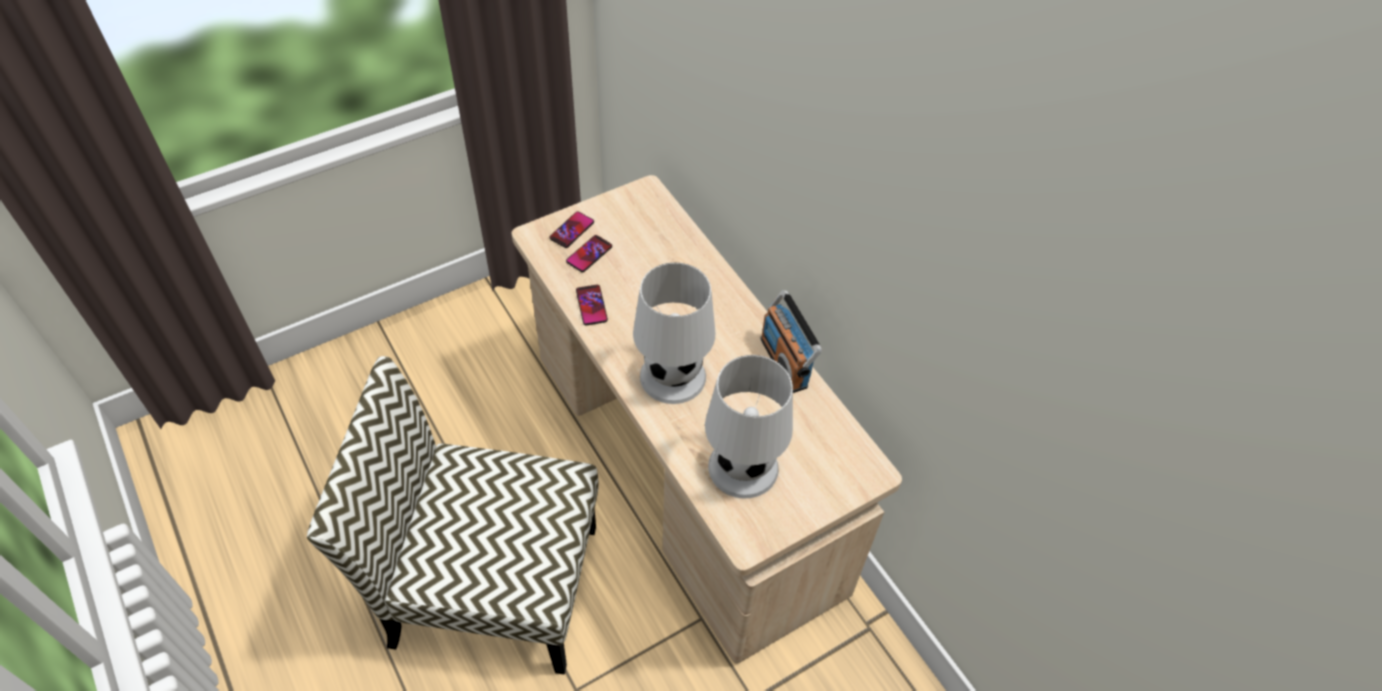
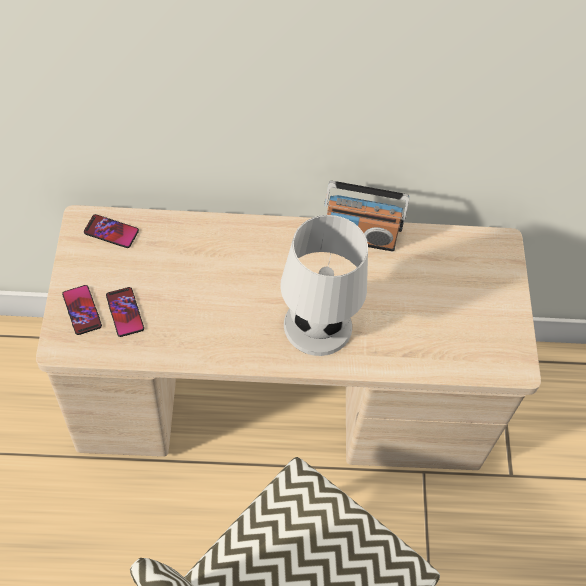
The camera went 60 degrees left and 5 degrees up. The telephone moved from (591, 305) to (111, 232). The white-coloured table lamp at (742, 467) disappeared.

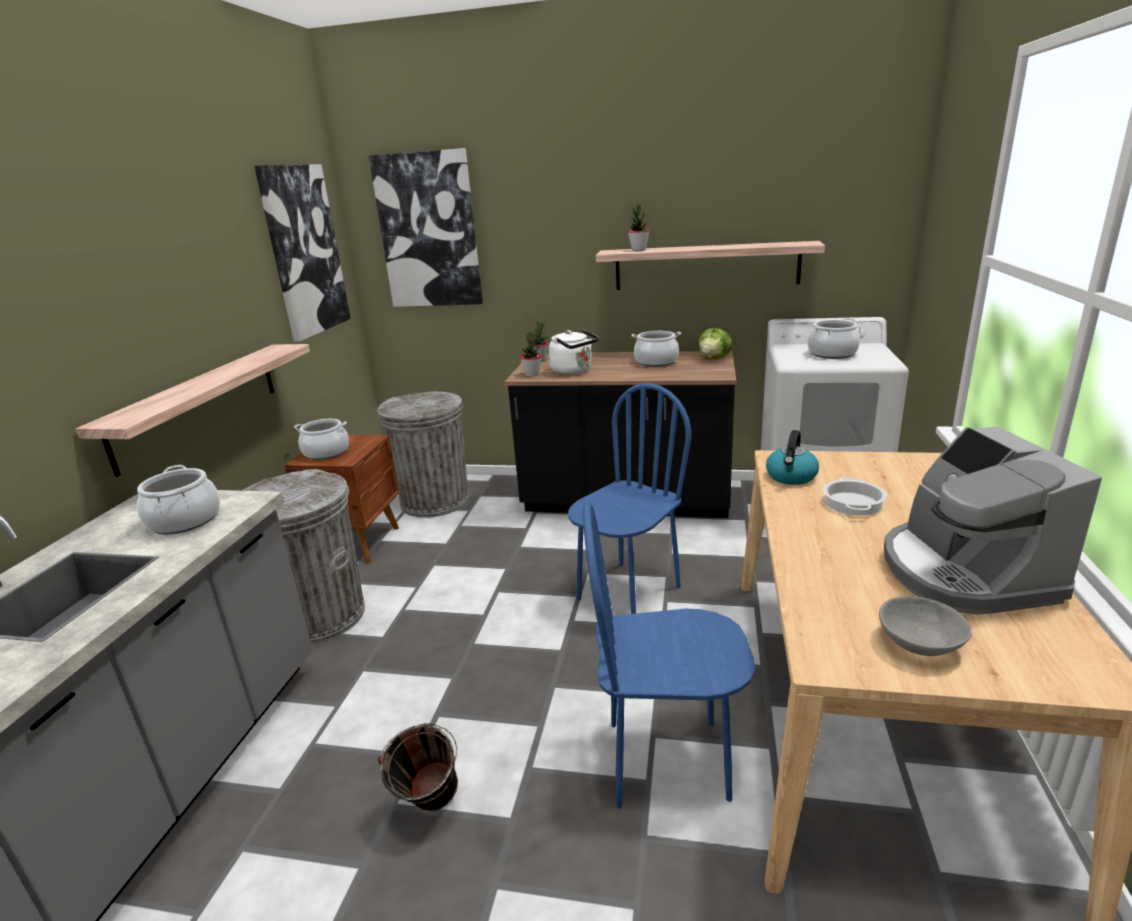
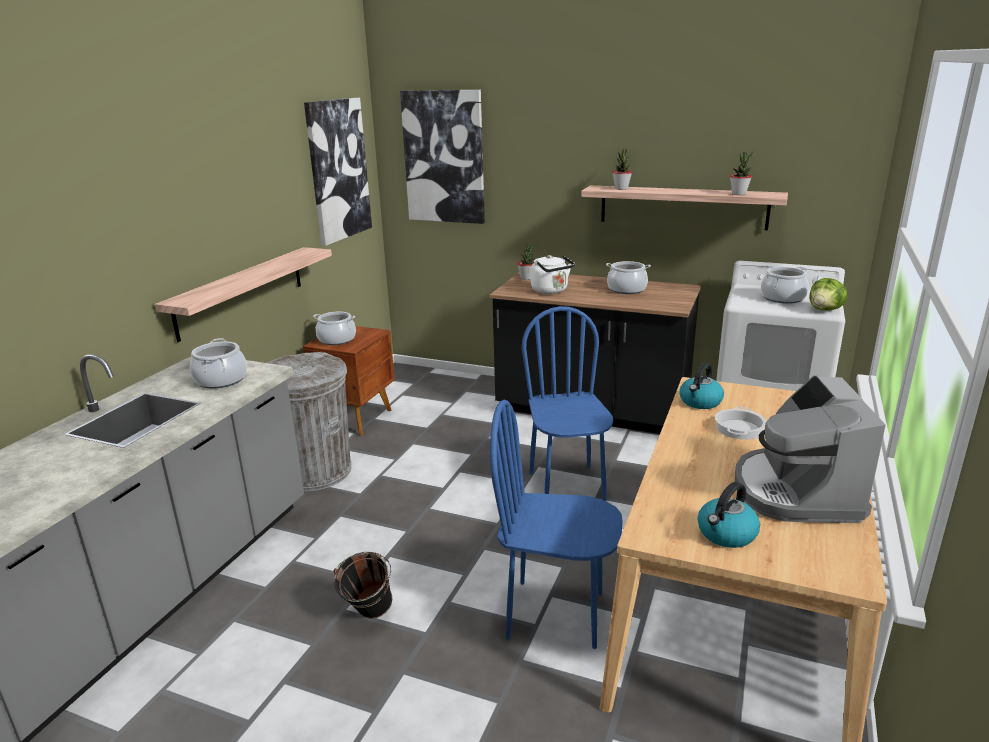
The camera went 10 degrees right and 0 degrees up. The lettuce head moved from (714, 359) to (825, 310). The potted plant moved from (532, 374) to (739, 194). The blue-coloured plain chair at (628, 592) turned 60 degrees counterclockwise. The grey waste bin at (435, 501) disappeared. The grey deep dish at (920, 644) was replaced by the kettle at (726, 534).

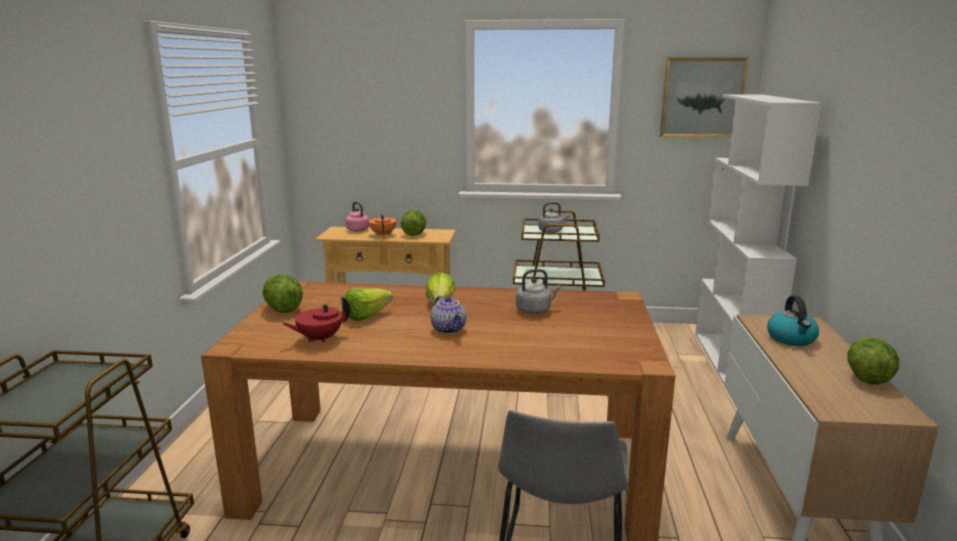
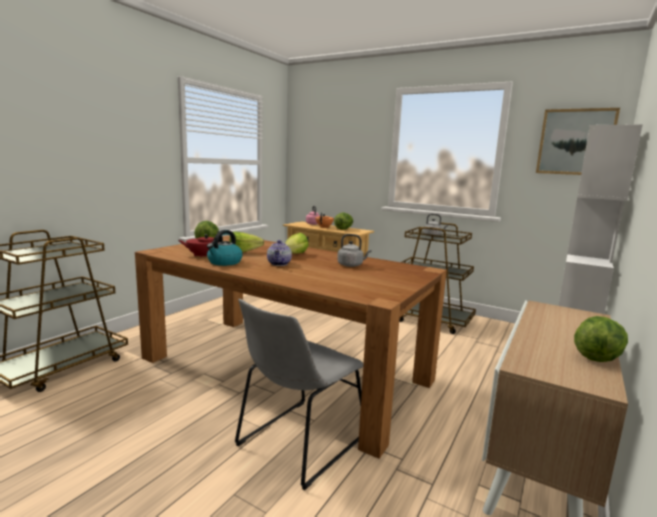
The camera went 25 degrees right and 5 degrees down. The kettle moved from (791, 339) to (224, 262).

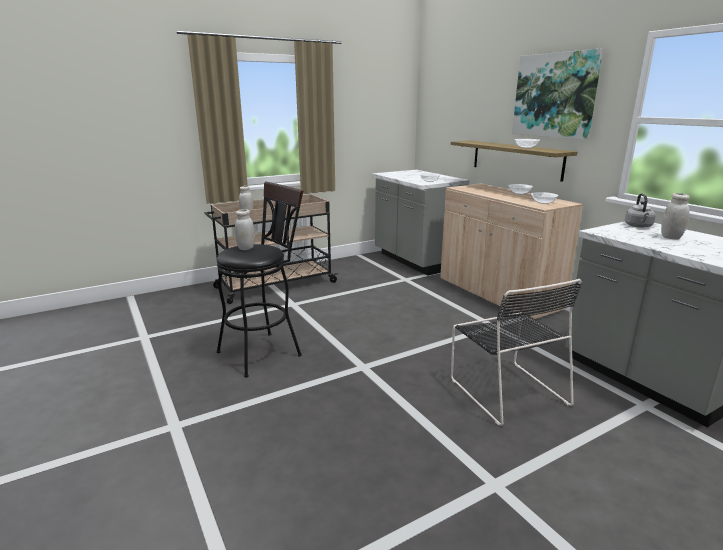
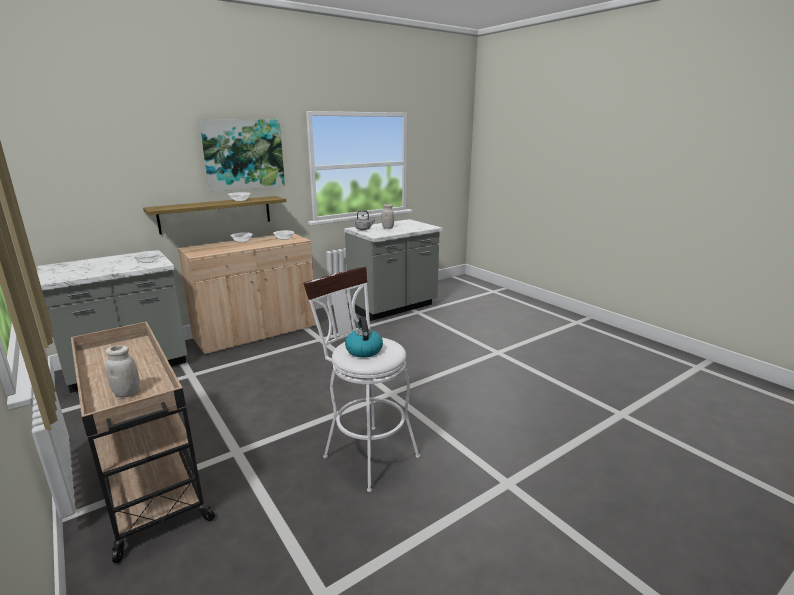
The camera went 95 degrees left and 0 degrees up. The black-coloured stool at (265, 351) became the white-coloured stool at (365, 453). The white-coloured storage jar at (246, 248) was replaced by the kettle at (363, 350). The black-coloured plain chair at (506, 390) disappeared.

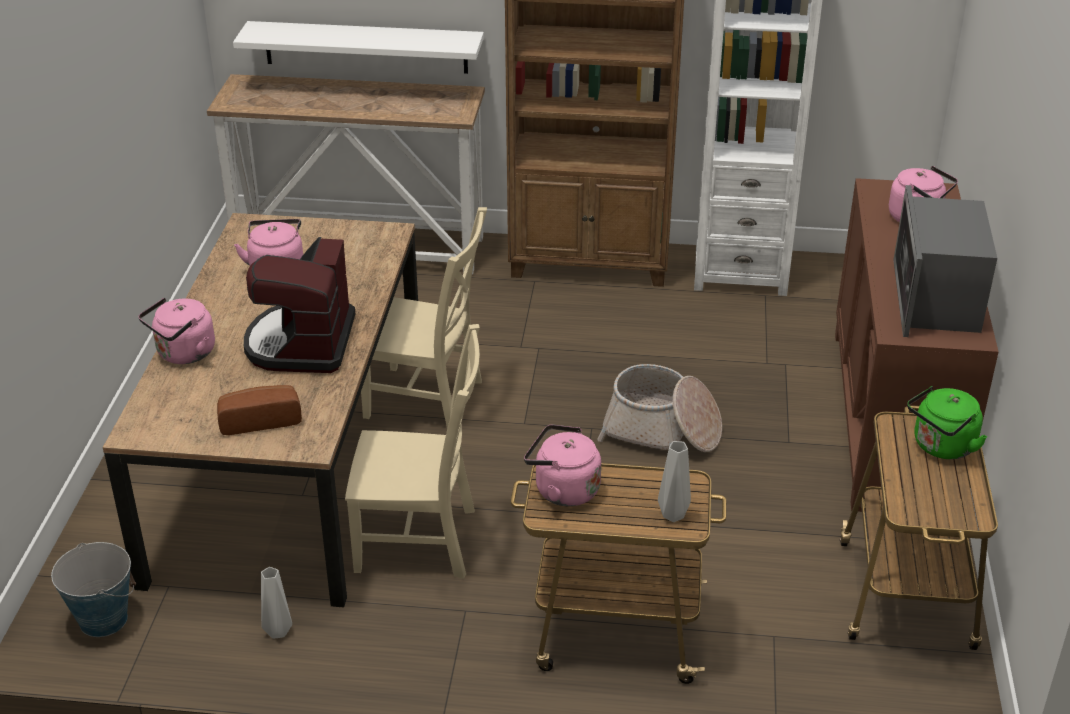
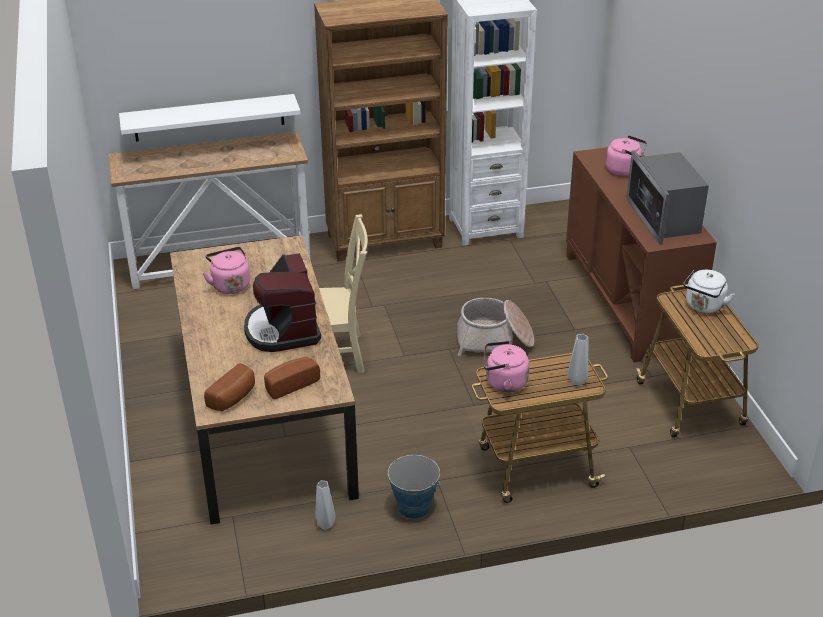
The camera went 20 degrees left and 0 degrees up. The pink-coloured kettle at (183, 354) disappeared. The sand-coloured plain chair at (422, 541) disappeared. The green kettle at (941, 447) became the white-coloured kettle at (704, 306). The bucket moved from (103, 619) to (413, 507). The bakery bread at (234, 398) appeared.

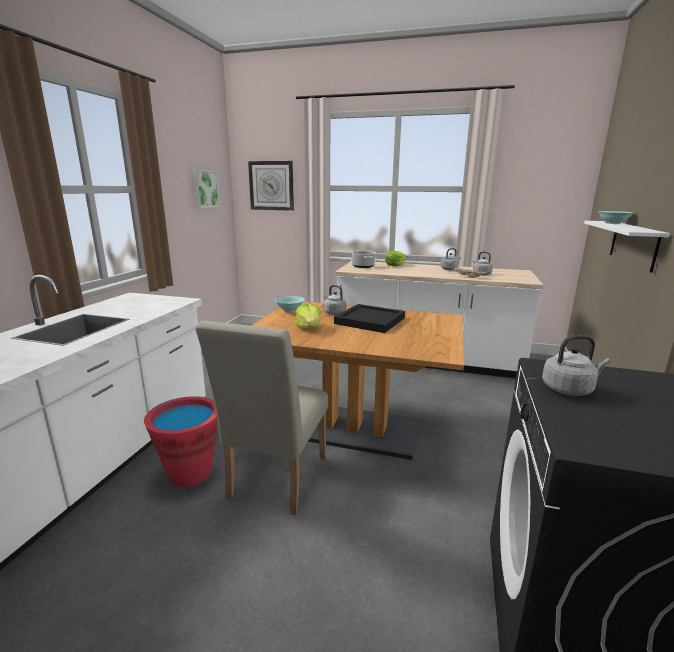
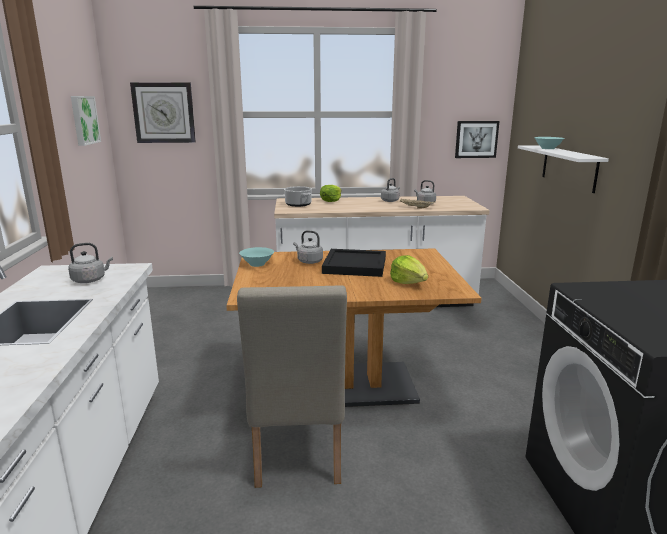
The camera went 20 degrees left and 0 degrees up. The lettuce head moved from (309, 328) to (408, 282). The grey kettle moved from (569, 389) to (90, 280). The reddish bucket at (190, 473) disappeared. The wall picture at (476, 139) appeared.

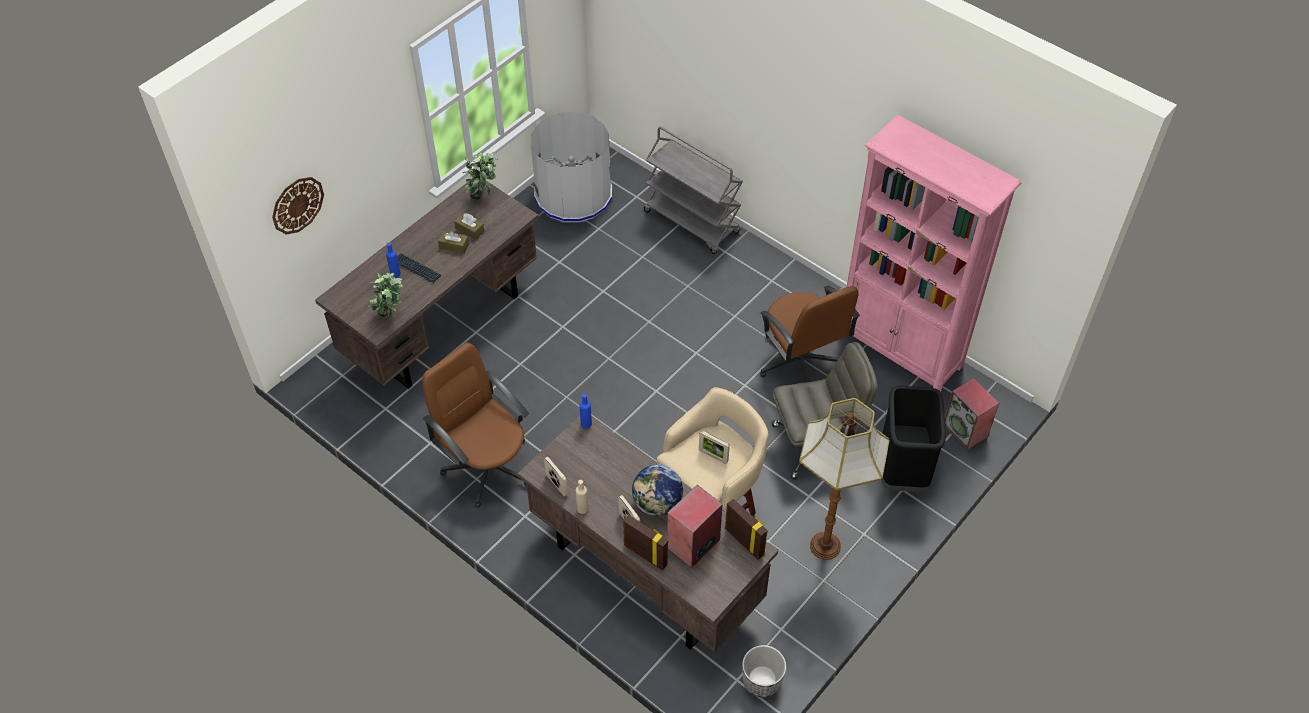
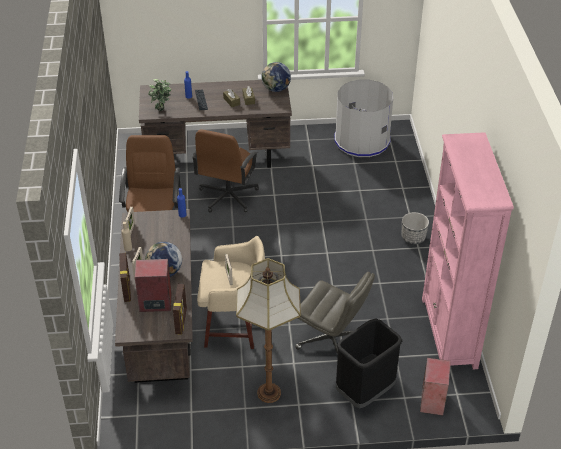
The camera went 45 degrees right and 10 degrees down. The grey cart at (692, 222) disappeared. The potted plant at (483, 196) was replaced by the desk globe at (276, 89). The clock on the wall at (297, 205) disappeared. The brown office chair moved from (800, 362) to (227, 196). The planter moved from (761, 681) to (413, 237).

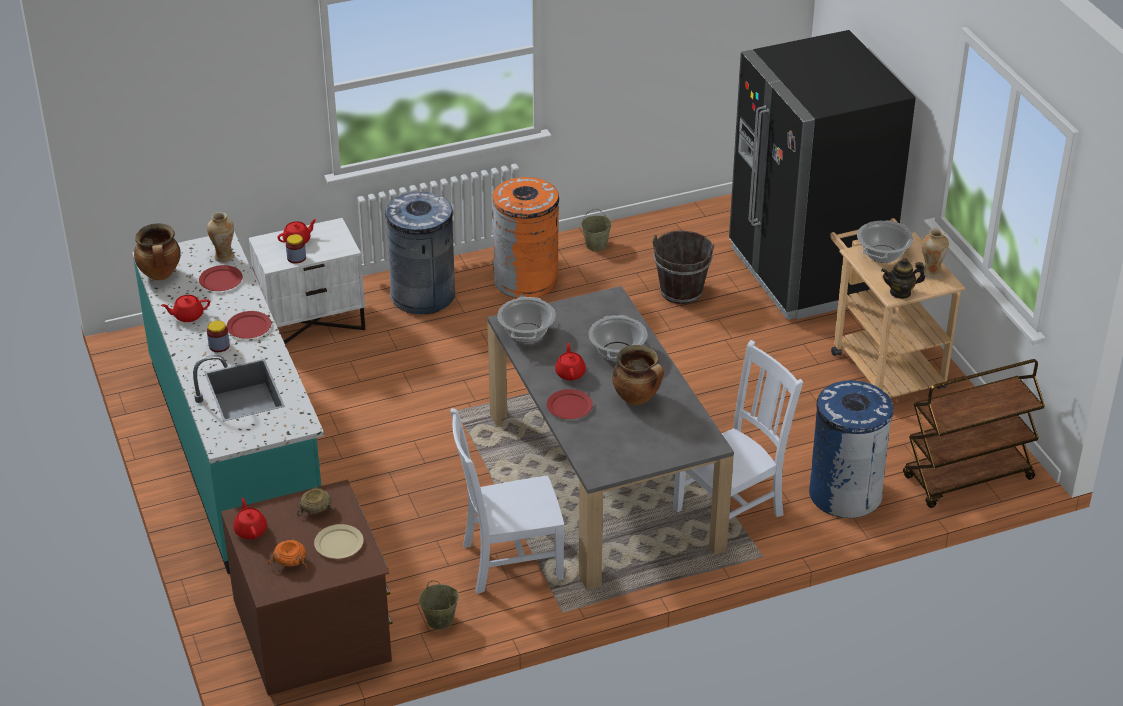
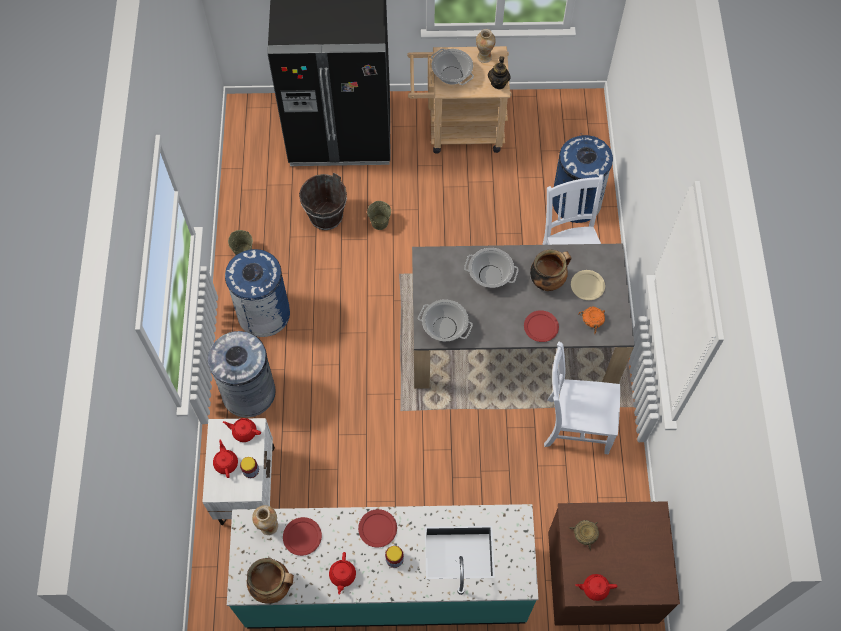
The camera went 70 degrees left and 25 degrees up. The orangey waste bin at (526, 280) became the blue-coloured waste bin at (264, 313). The reddish pot for tea moved from (570, 373) to (244, 432). The brown cart at (967, 479) disappeared. The white-coloured plain chair at (508, 562) turned 90 degrees clockwise. The sand-coloured flat dish moved from (338, 544) to (587, 286). The orangey deep dish moved from (289, 561) to (592, 321). The sand-coloured bucket moved from (439, 620) to (379, 223).

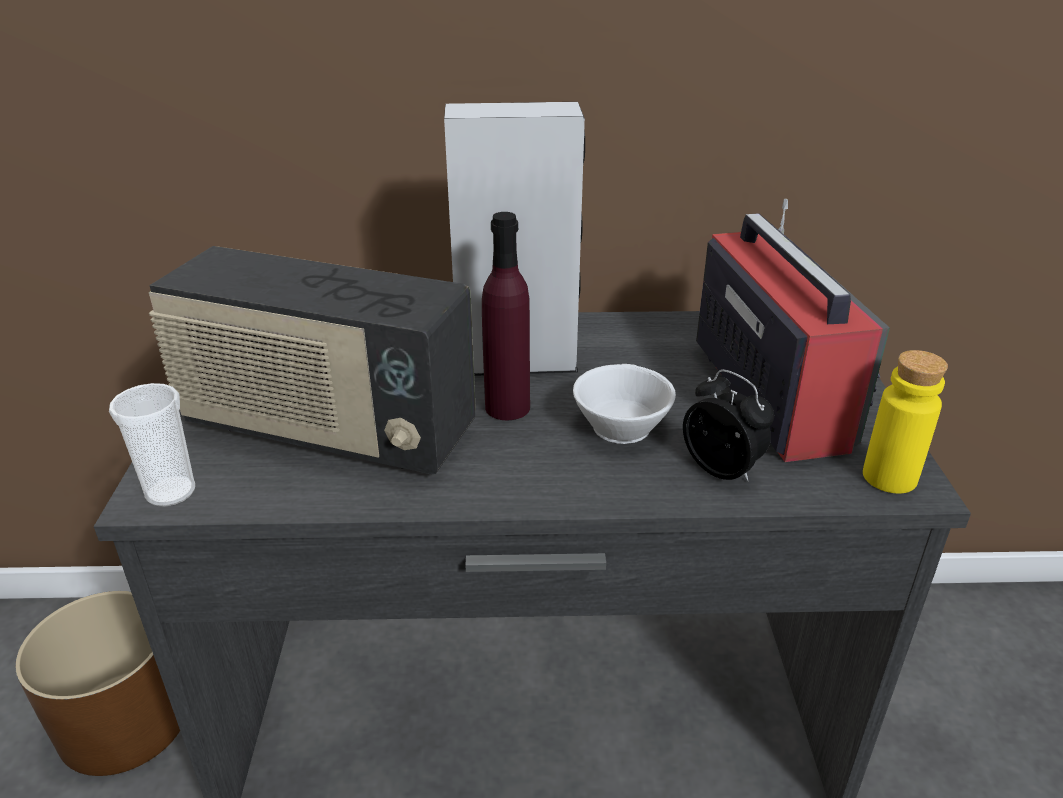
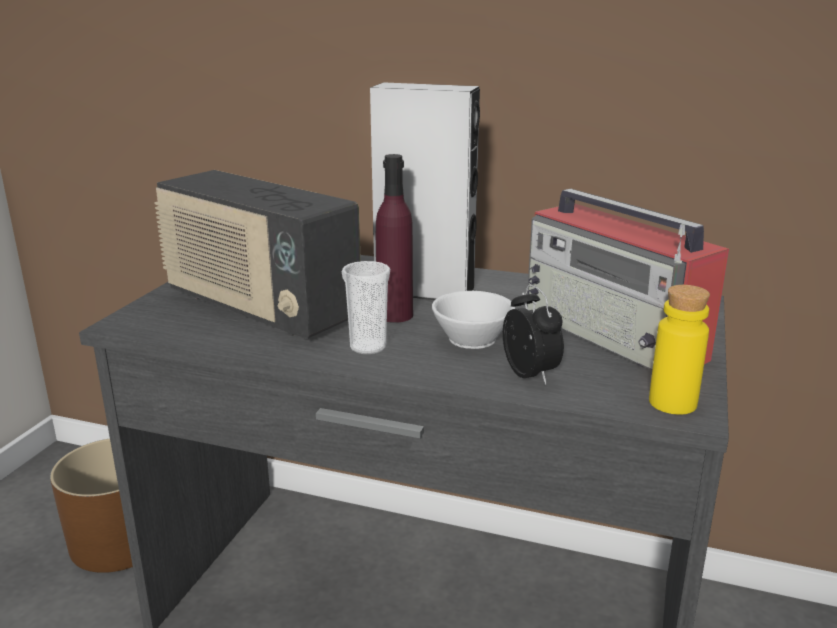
The camera went 20 degrees right and 10 degrees down. The radio at (768, 391) turned 135 degrees clockwise. The small cup moved from (170, 492) to (368, 347).

